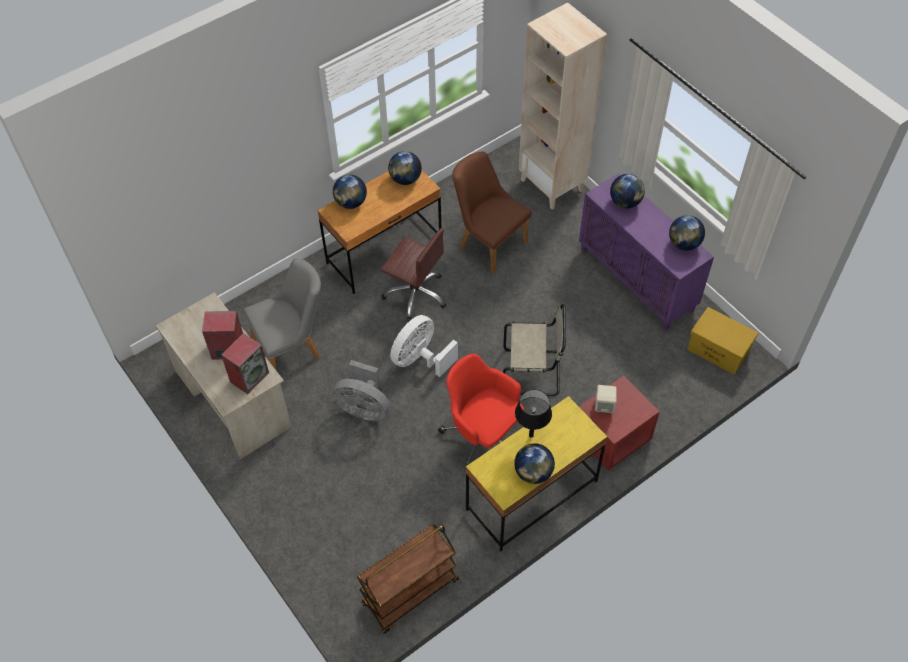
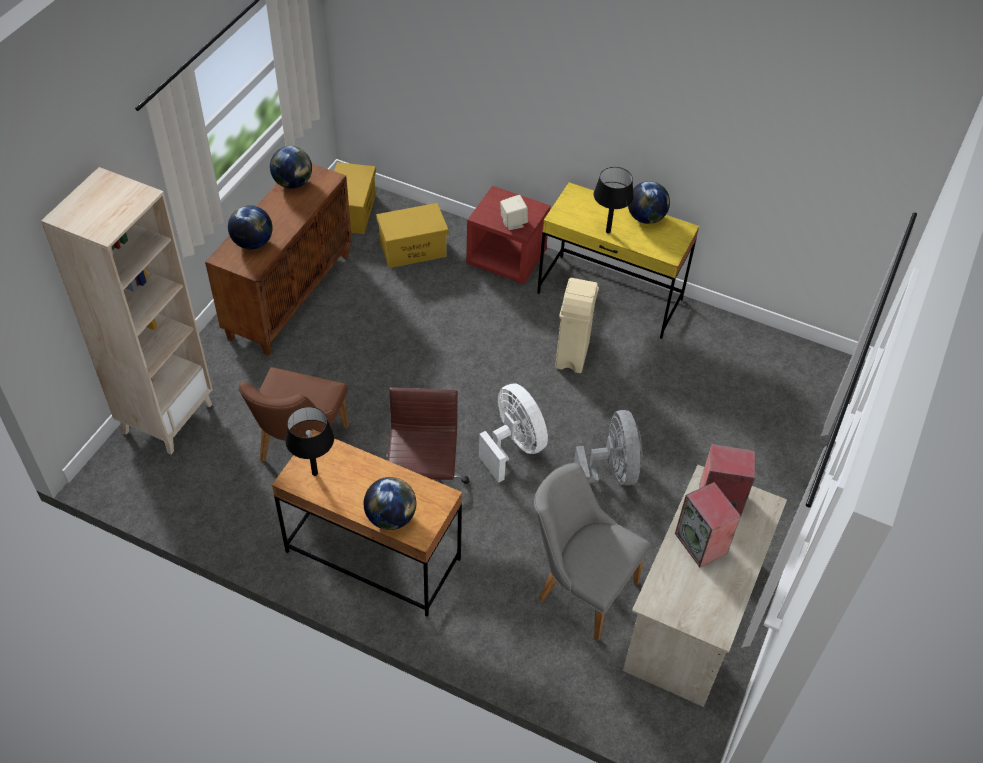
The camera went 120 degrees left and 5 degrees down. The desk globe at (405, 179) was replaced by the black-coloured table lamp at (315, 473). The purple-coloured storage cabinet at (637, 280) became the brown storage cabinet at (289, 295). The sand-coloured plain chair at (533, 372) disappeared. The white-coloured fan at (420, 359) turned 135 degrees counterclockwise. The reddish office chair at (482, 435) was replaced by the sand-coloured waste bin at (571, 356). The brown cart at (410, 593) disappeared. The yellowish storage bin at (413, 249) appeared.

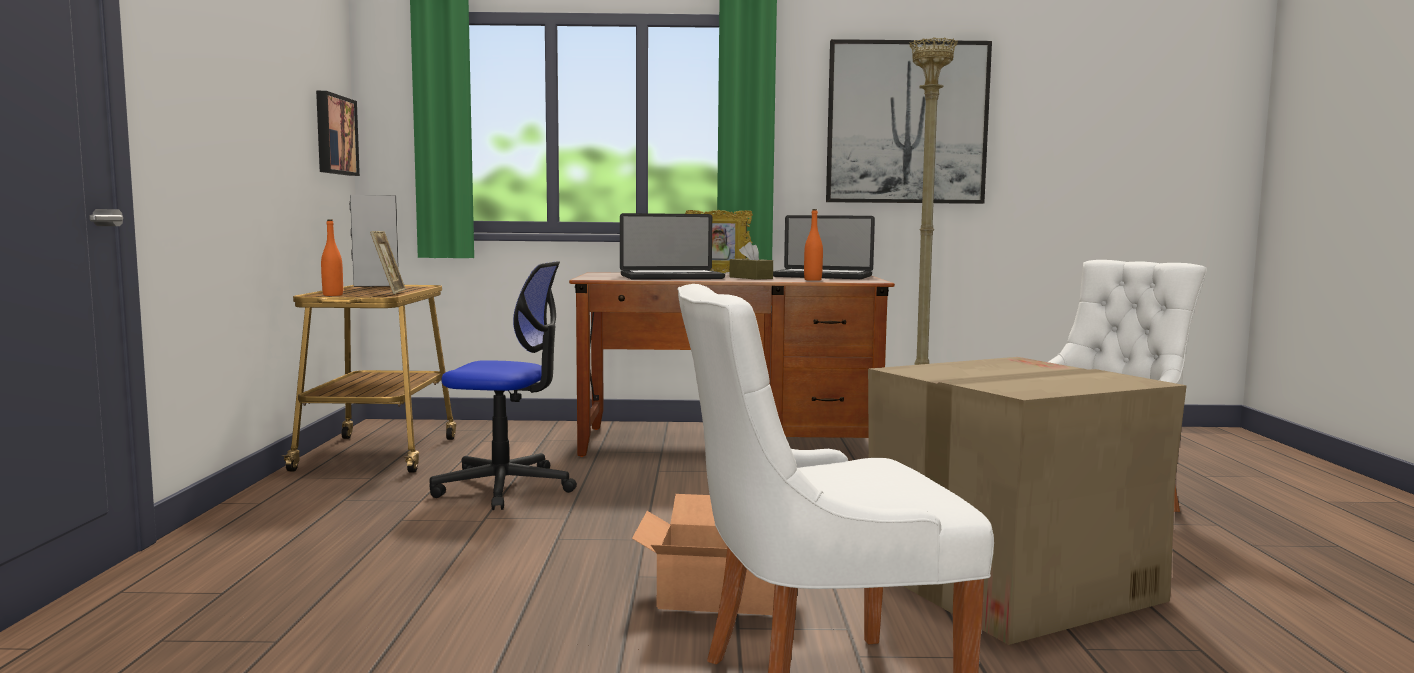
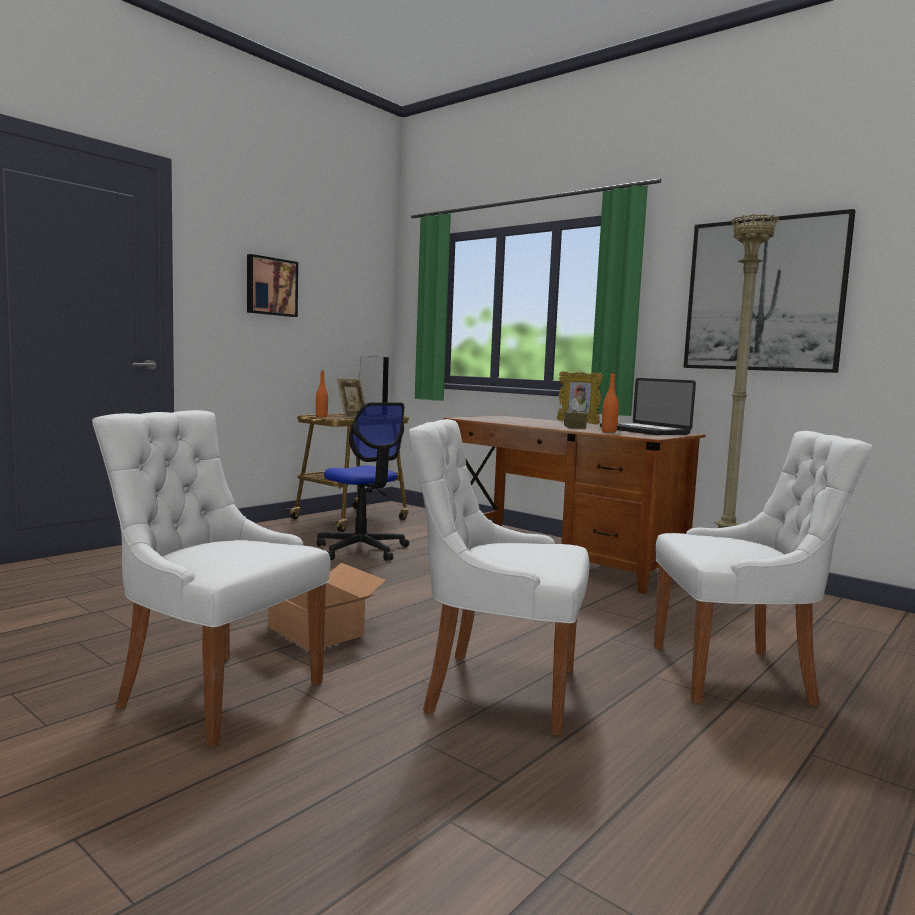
The camera went 40 degrees right and 0 degrees up. The wall picture moved from (334, 135) to (271, 286). The portable computer at (671, 277) disappeared. The packing box at (1006, 581) was replaced by the white-coloured plain chair at (495, 689).

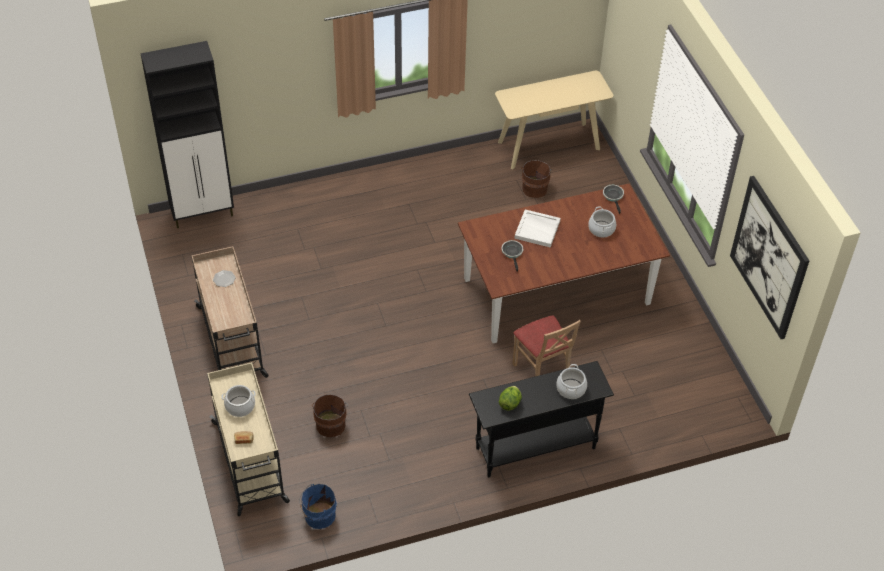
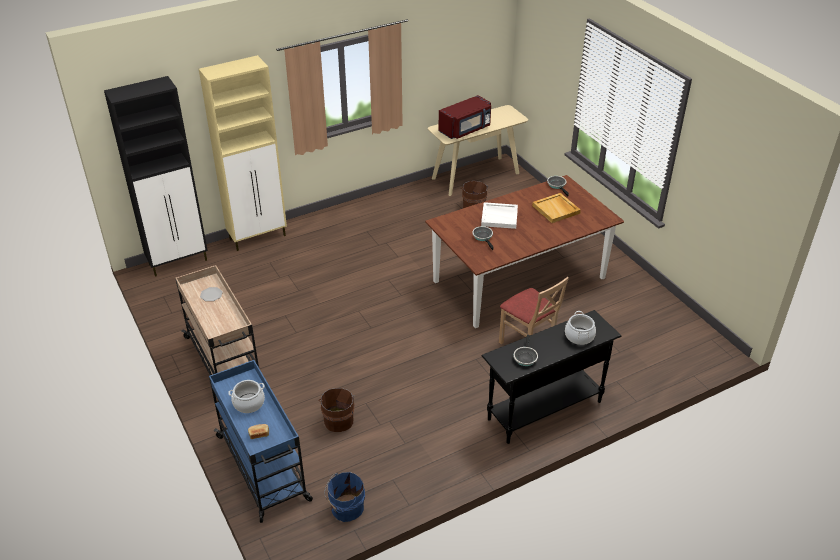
The camera went 10 degrees left and 10 degrees down. The wall picture at (769, 257) disappeared. The stockpot at (601, 229) was replaced by the sand-coloured carrying tray at (556, 209). The sand-coloured cart at (250, 463) became the blue-coloured cart at (263, 469). The lettuce head at (510, 403) was replaced by the pan at (525, 357). The sand-coloured storage cabinet at (258, 237) appeared. The reddish microwave at (465, 129) appeared.

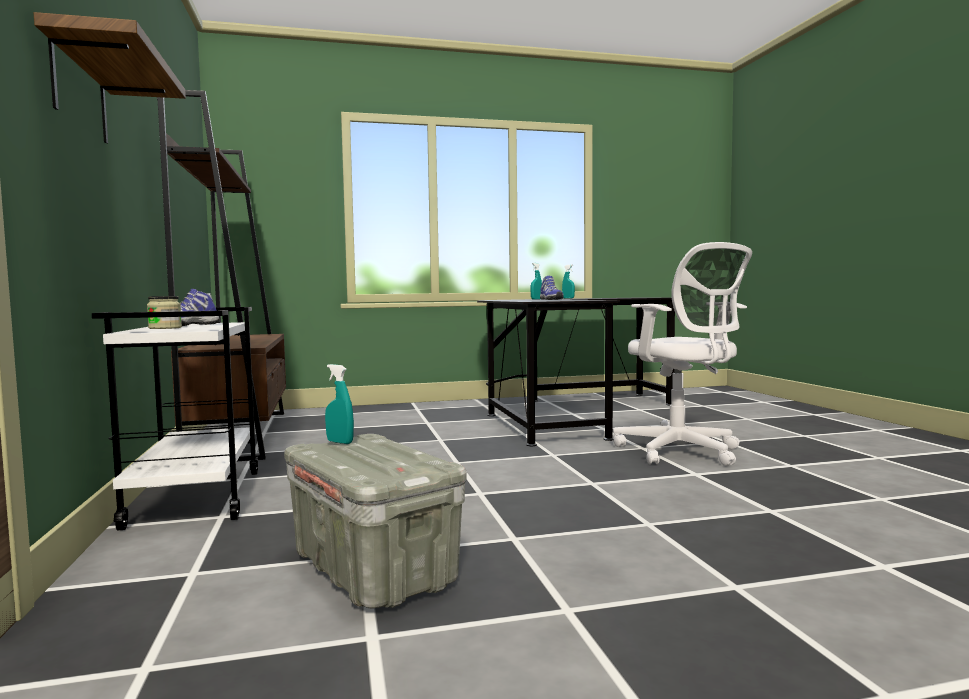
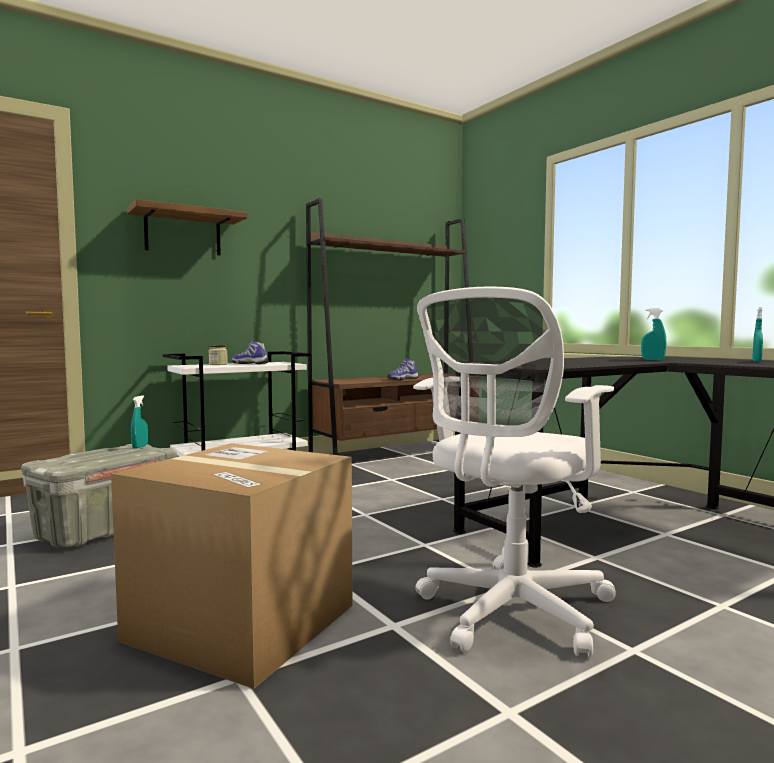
The camera went 70 degrees right and 0 degrees up. The shoe moved from (550, 299) to (402, 379). The packing box at (242, 622) appeared.

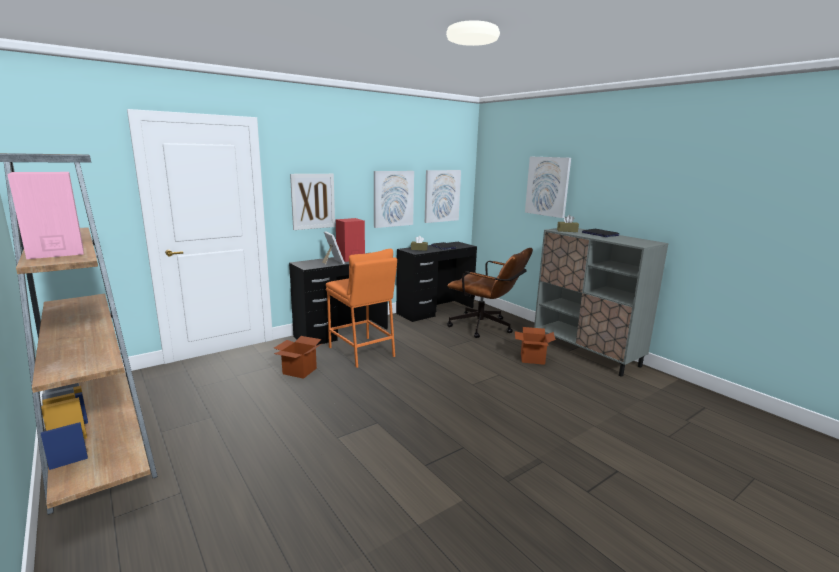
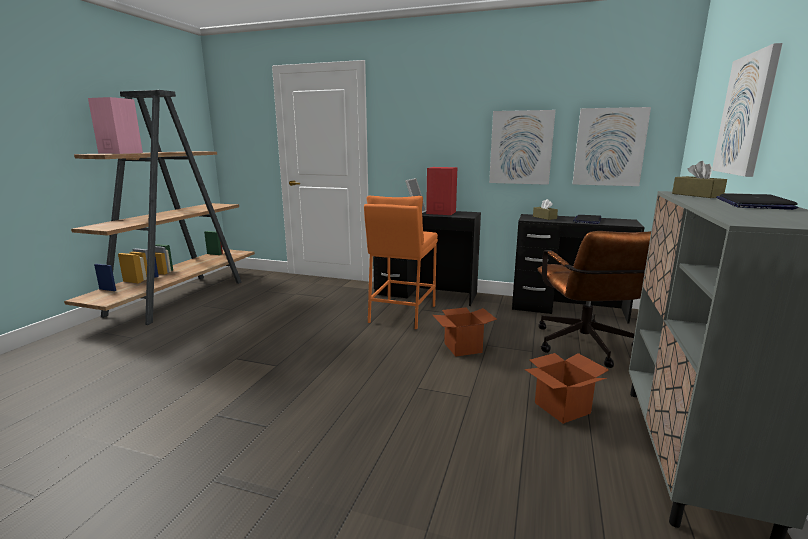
The camera went 55 degrees right and 0 degrees up. The wall picture at (313, 201) disappeared. The packing box moved from (300, 371) to (463, 348).

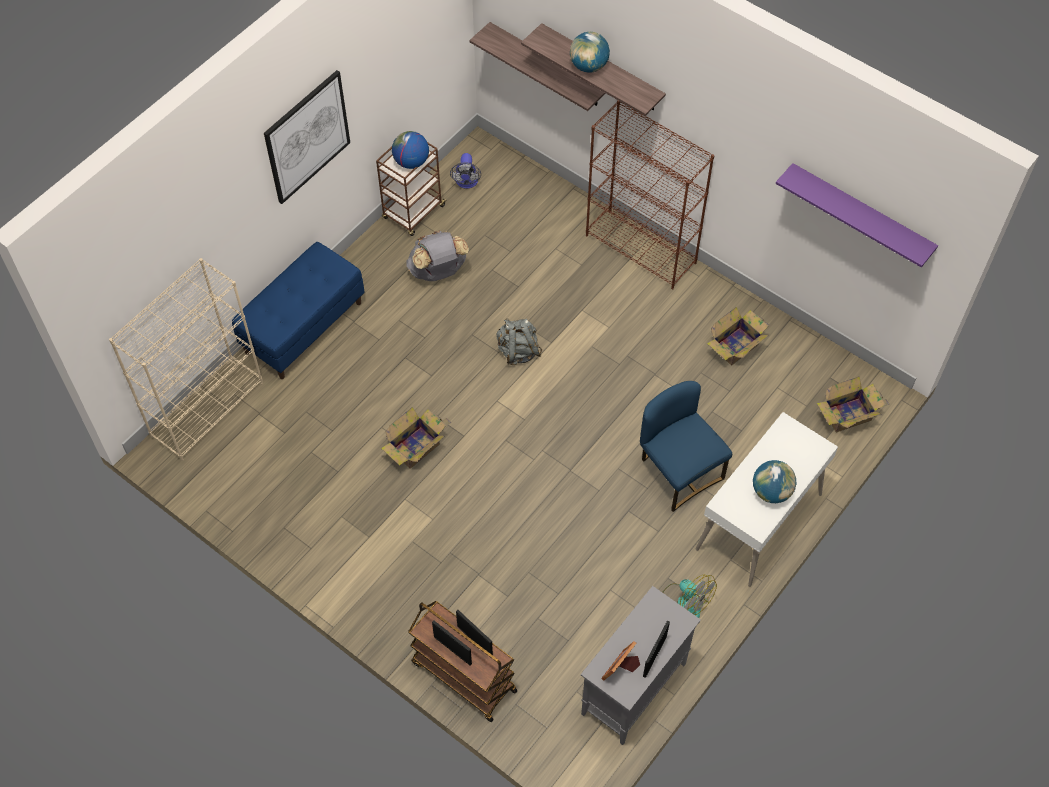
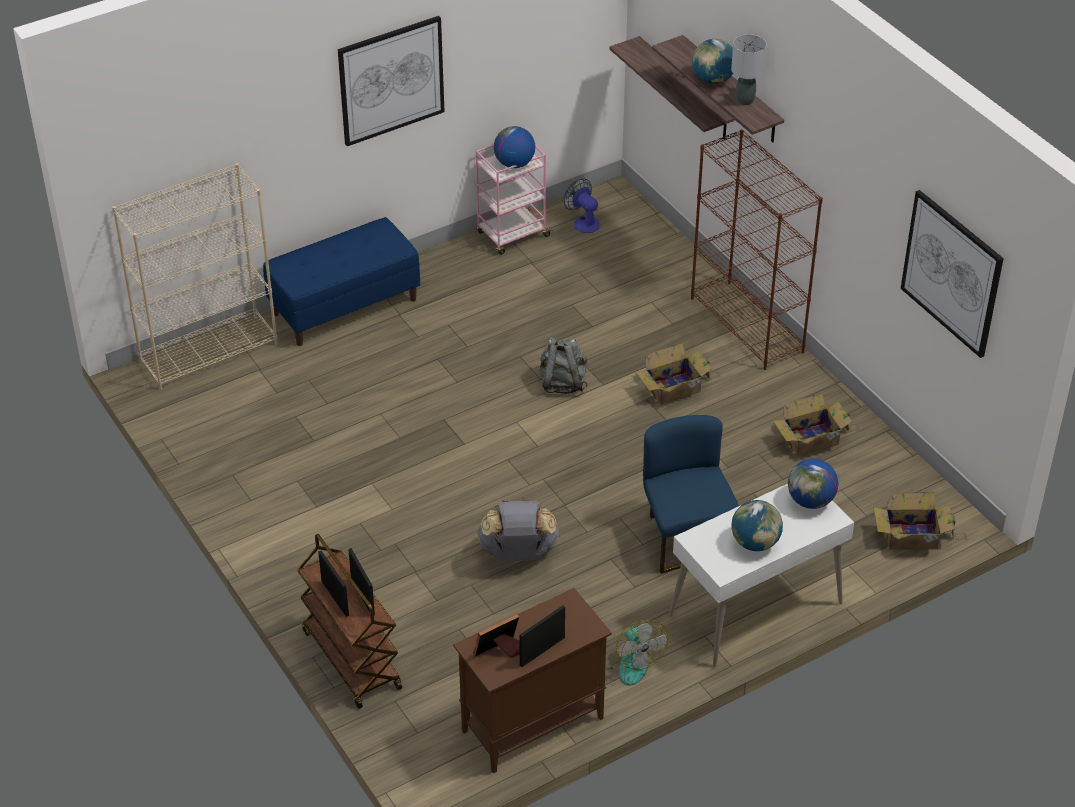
The camera went 20 degrees right and 15 degrees down. The brown cart at (413, 213) became the pink-coloured cart at (512, 235). The fan at (466, 183) turned 120 degrees clockwise. The purple-coloured wall shelf at (861, 213) was replaced by the wall picture at (952, 273). The grey backpack moved from (438, 271) to (518, 553). The packing box moved from (417, 447) to (675, 388). The grey storage cabinet at (633, 689) became the brown storage cabinet at (531, 725). The grey table lamp at (744, 101) appeared. The desk globe at (811, 501) appeared.

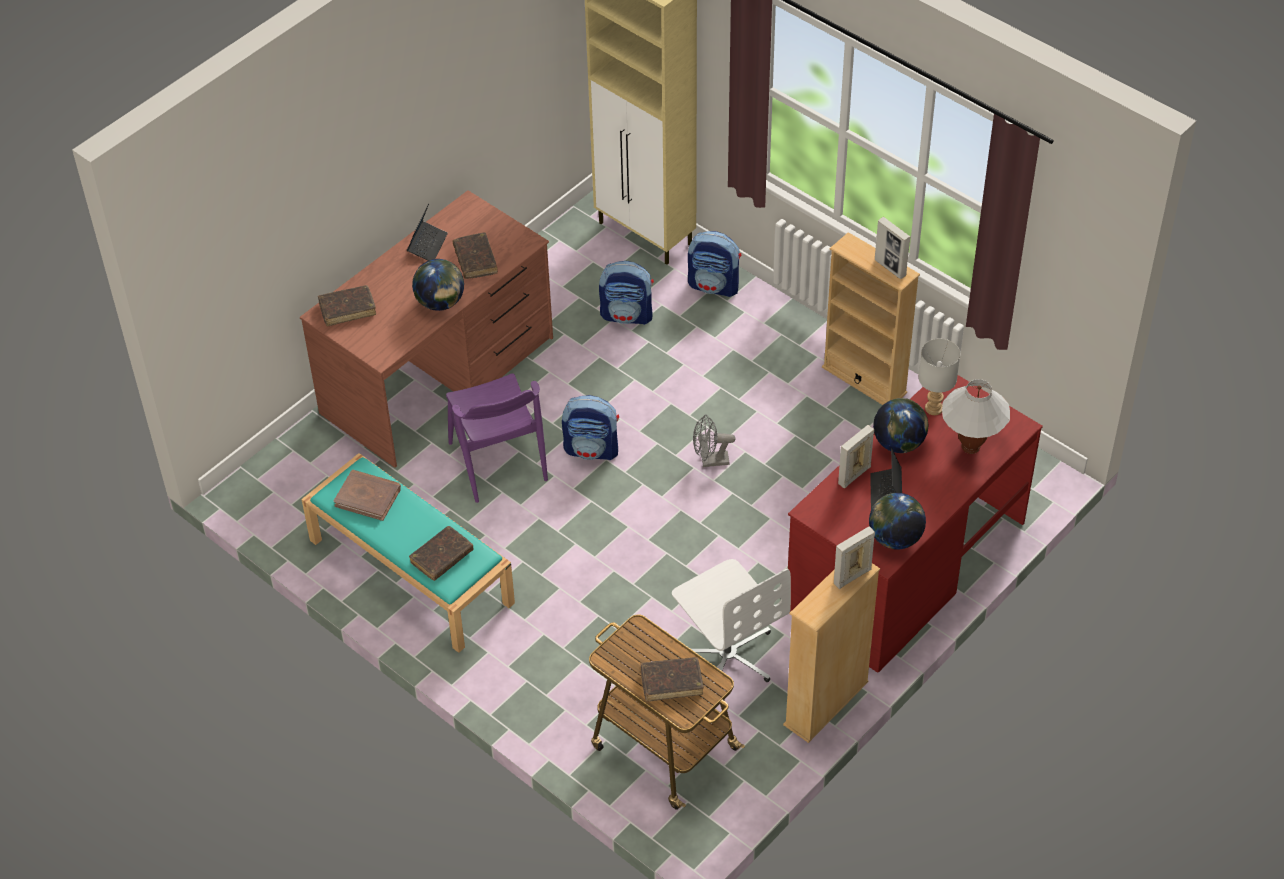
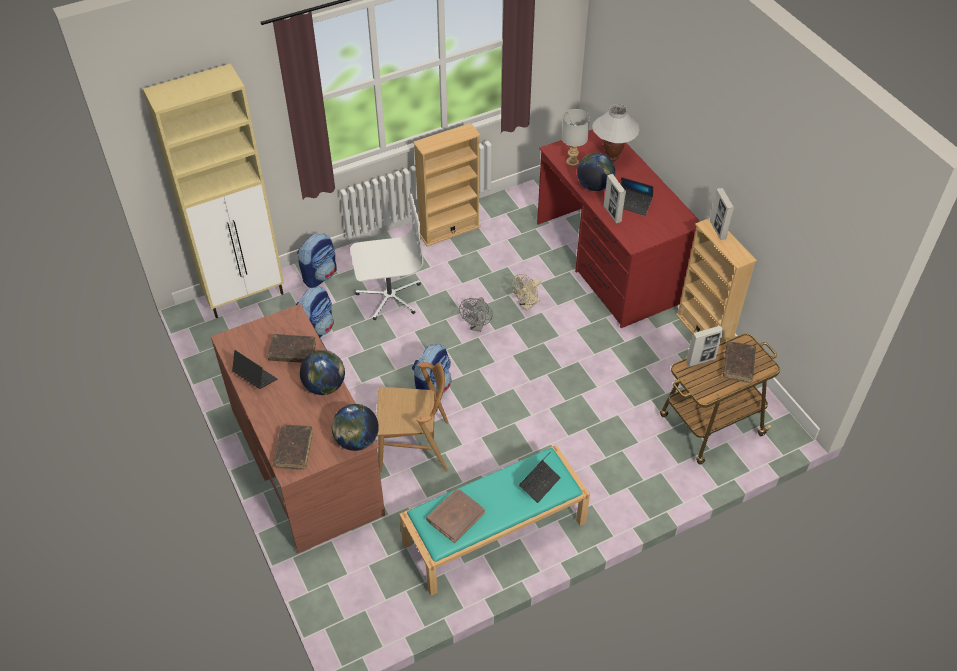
The camera went 70 degrees left and 0 degrees up. The picture frame moved from (890, 268) to (700, 360). The purple-coloured plain chair at (498, 462) became the brown plain chair at (414, 446). The desk globe moved from (895, 538) to (357, 440). The brown volume at (442, 557) was replaced by the portable computer at (539, 483). The white-coloured office chair moved from (728, 655) to (389, 296). The sand-coloured fan at (527, 305) appeared.

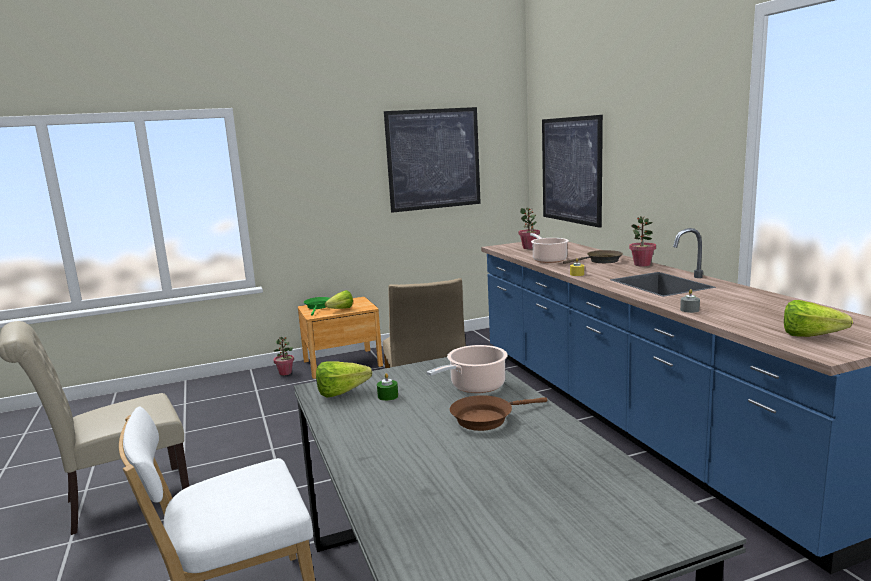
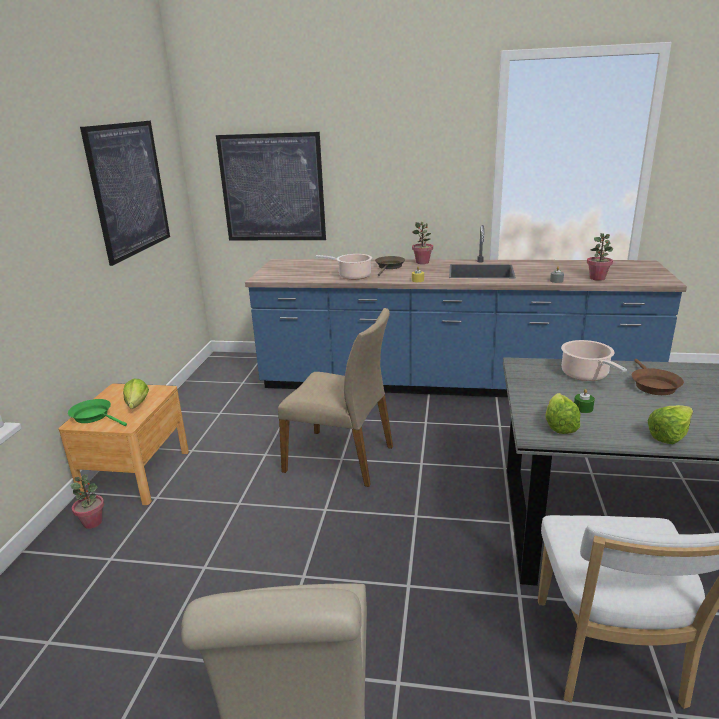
The camera went 60 degrees left and 10 degrees up. The potted plant moved from (529, 248) to (597, 278). The lettuce head moved from (816, 337) to (673, 435).

